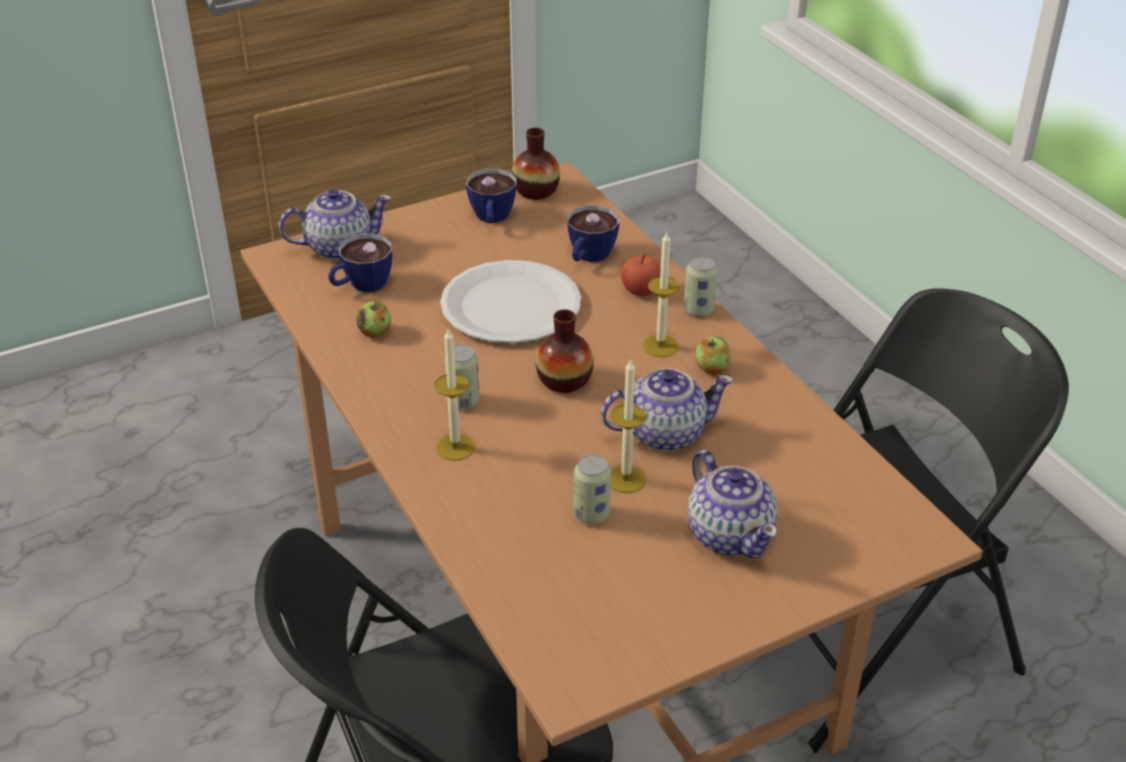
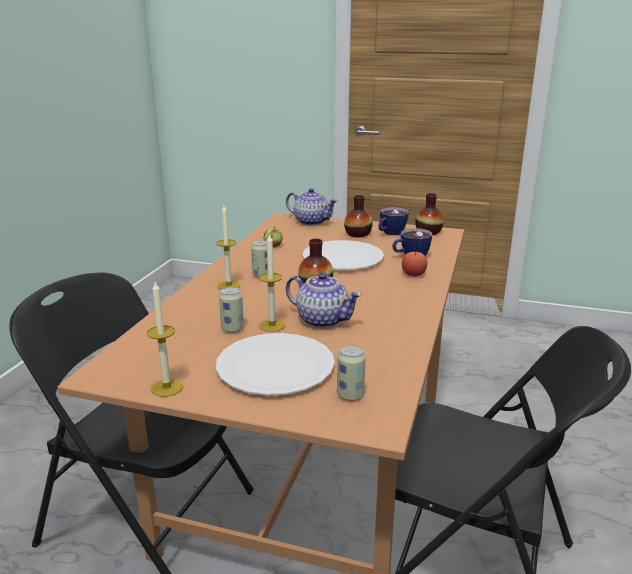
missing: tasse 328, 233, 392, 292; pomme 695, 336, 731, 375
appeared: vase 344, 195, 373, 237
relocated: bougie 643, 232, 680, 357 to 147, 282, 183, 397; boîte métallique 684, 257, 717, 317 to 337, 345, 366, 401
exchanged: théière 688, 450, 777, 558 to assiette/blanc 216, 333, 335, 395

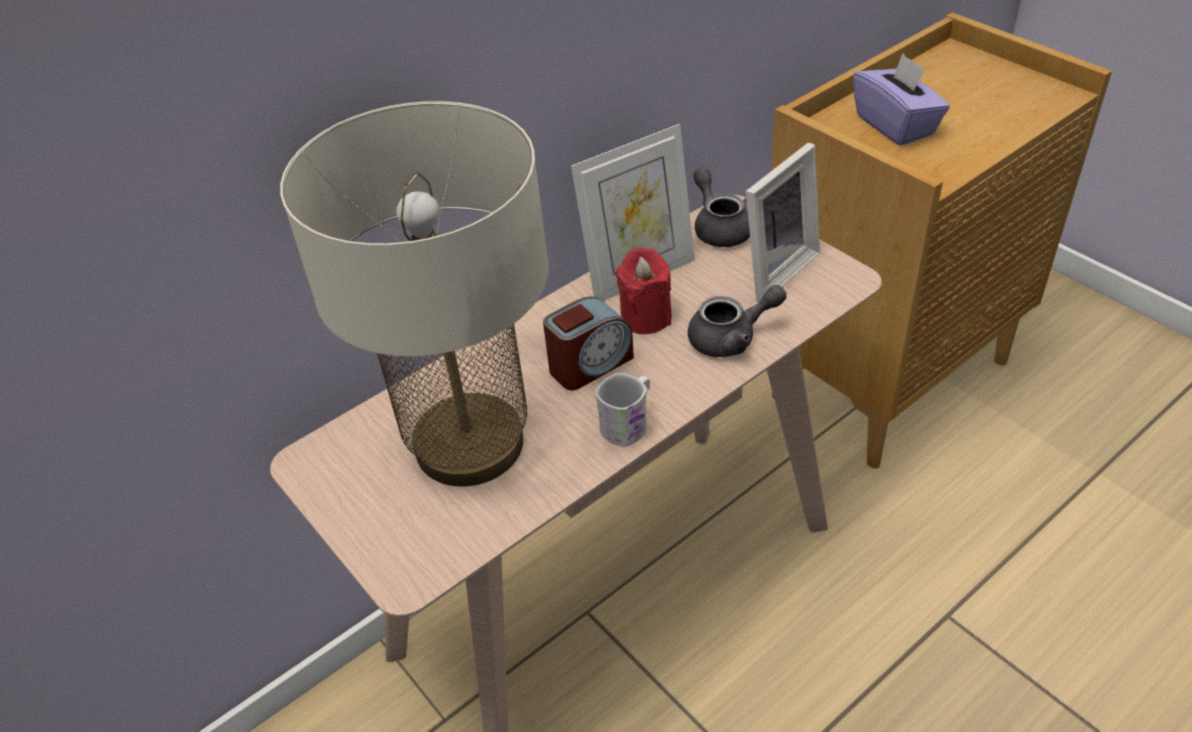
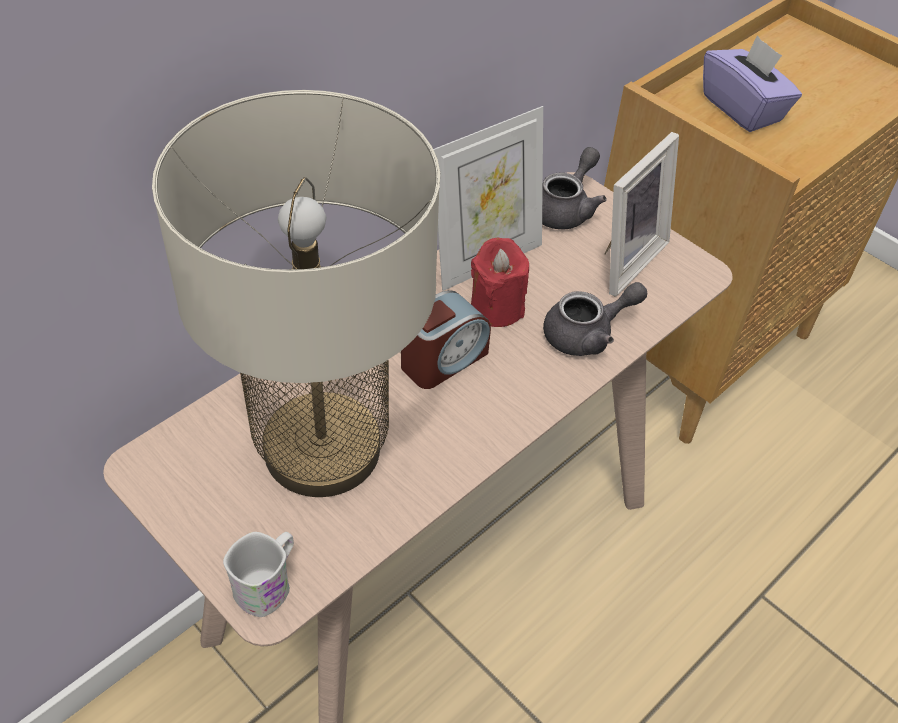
relocated: mug/blanc 595, 373, 650, 447 to 223, 532, 294, 617
spun: théière/gris 693, 167, 750, 247 = 542, 147, 607, 230 60 degrees clockwise

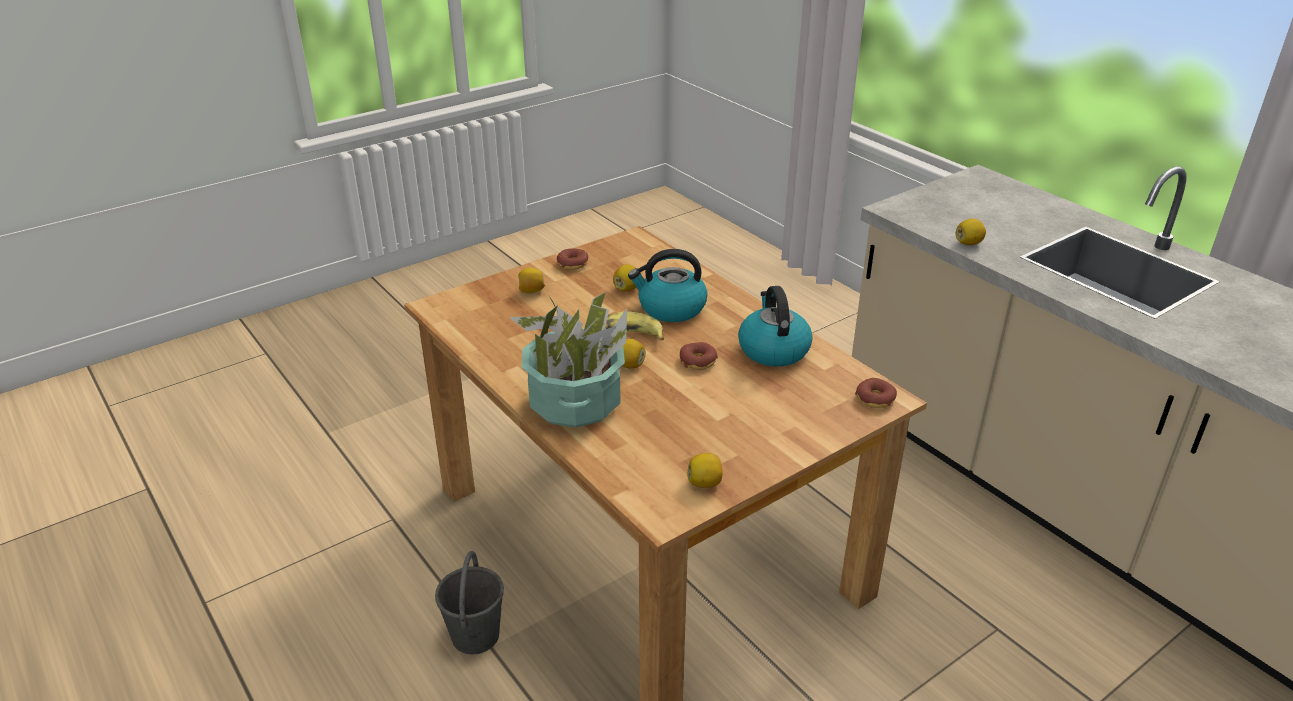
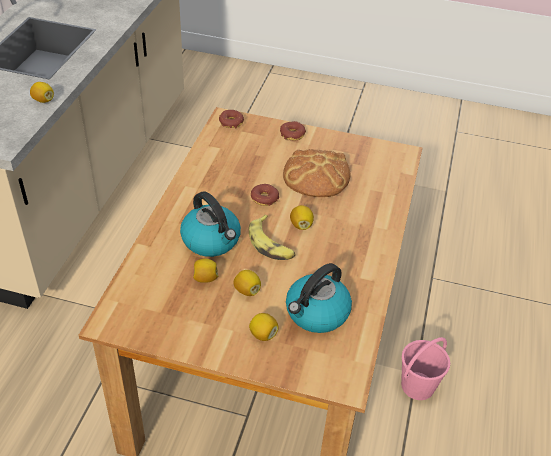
missing: plante en pot 509, 291, 627, 427
appeared: pain 283, 149, 350, 197
relocated: beignet 557, 248, 588, 270 to 280, 121, 306, 141; citron 687, 453, 723, 488 to 233, 270, 261, 296; bouilloire 738, 286, 813, 367 to 286, 263, 352, 333
colour: seau/gris 435, 551, 504, 655 to seau/rose 401, 337, 450, 400

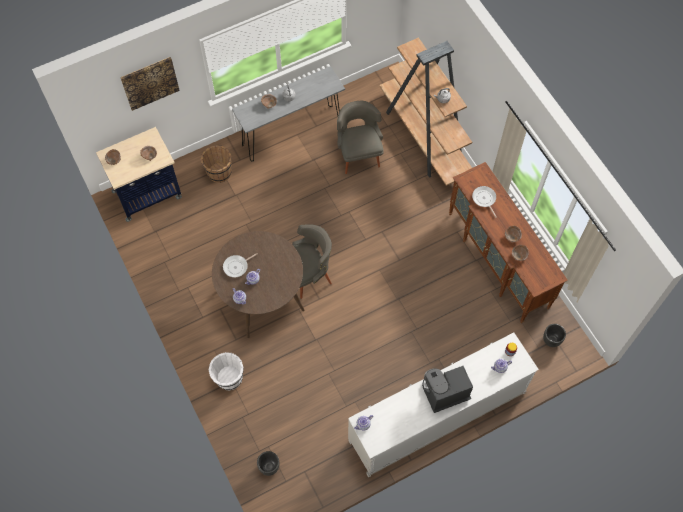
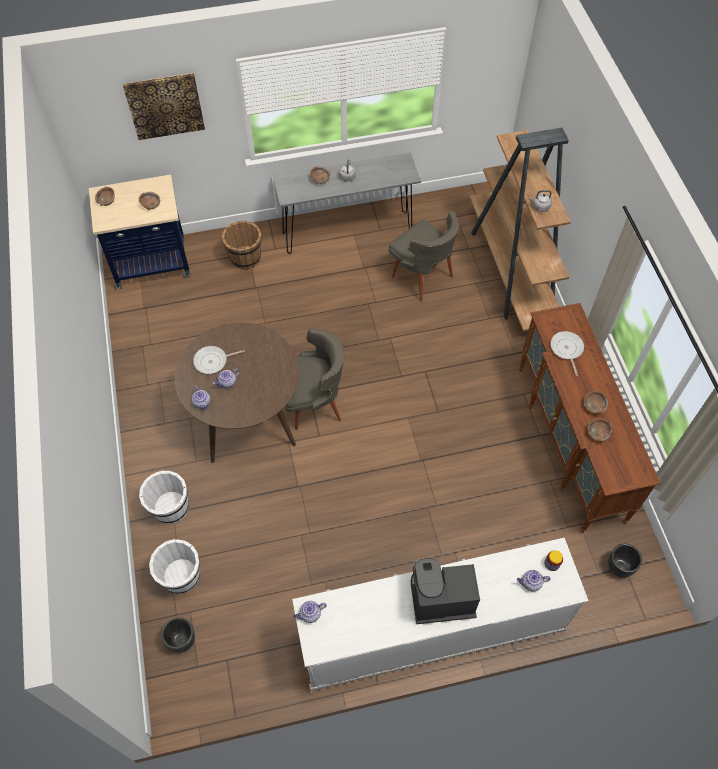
appeared: seau/blanc 149, 539, 200, 594
spun: chaise/gris 337, 101, 384, 174 = 388, 210, 460, 302 135 degrees clockwise

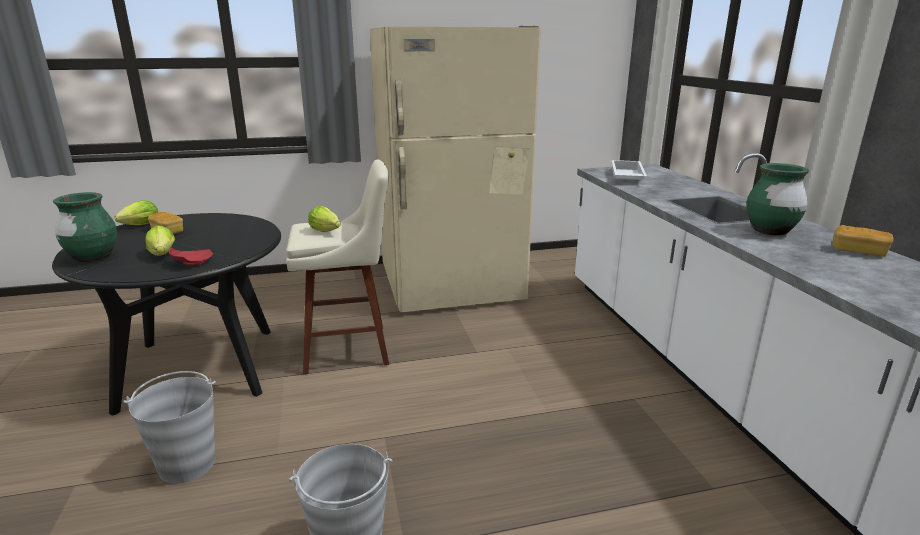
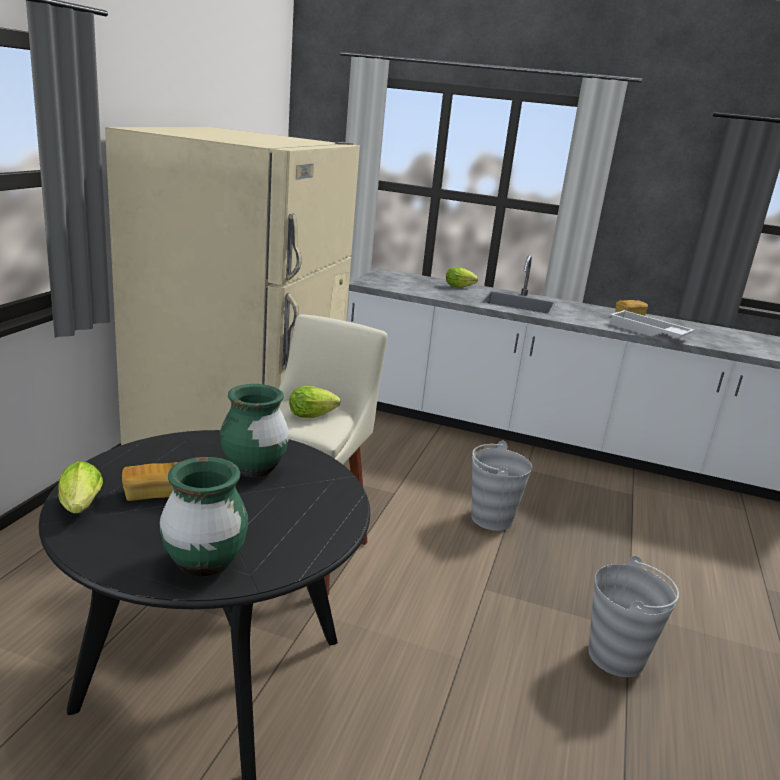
missing: assiette/rouge 169, 248, 213, 266
relocated: seau/gris 123, 371, 216, 484 to 471, 441, 532, 531; laitue 145, 225, 175, 256 to 446, 267, 478, 288; plateau/blanc 612, 160, 647, 180 to 610, 310, 695, 337; vase/vert 747, 163, 809, 236 to 220, 384, 289, 477

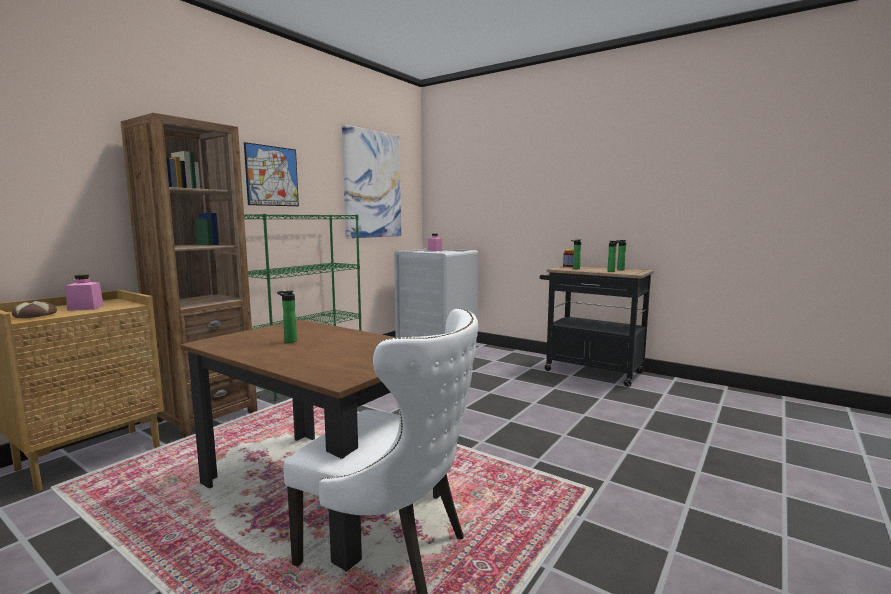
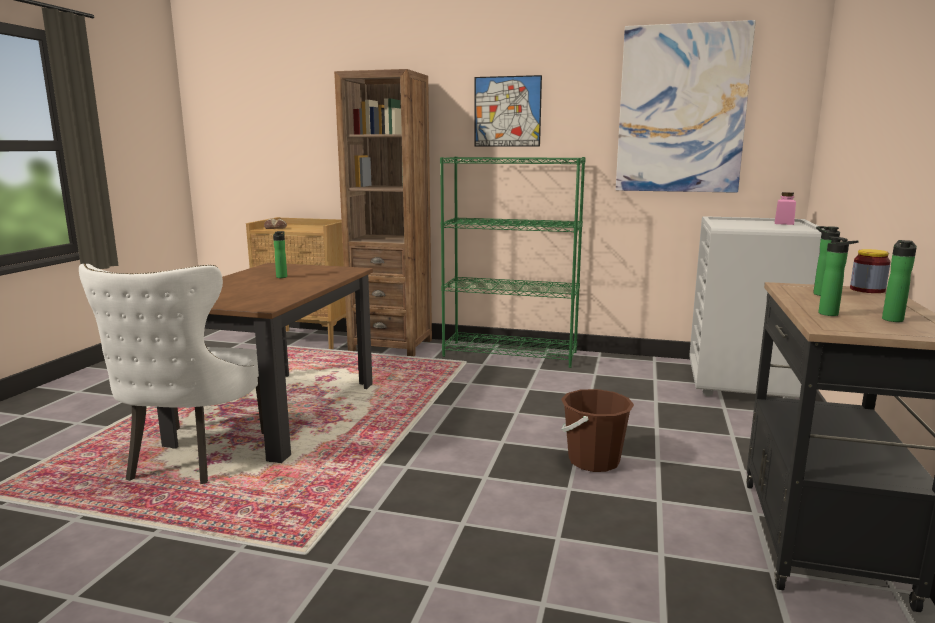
missing: bocal/rose 65, 274, 104, 311
appeared: seau/marron 561, 389, 634, 472

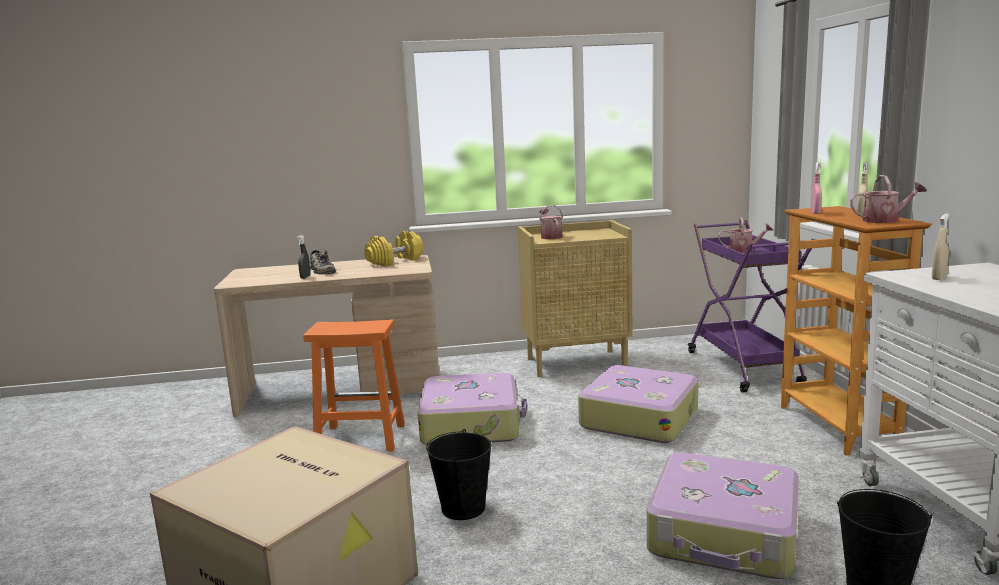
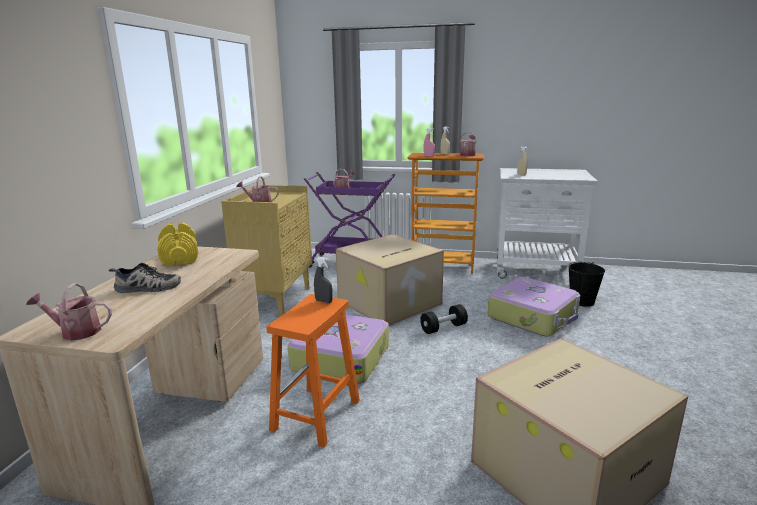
missing: seau/noir 426, 429, 492, 520
appeared: arrosoir 26, 283, 112, 340; haltère/noir 420, 304, 468, 334
relocated: vaporisateur/gris 297, 235, 311, 279 to 314, 257, 333, 303
exchanged: valise 578, 365, 698, 443 to carton 336, 234, 444, 325

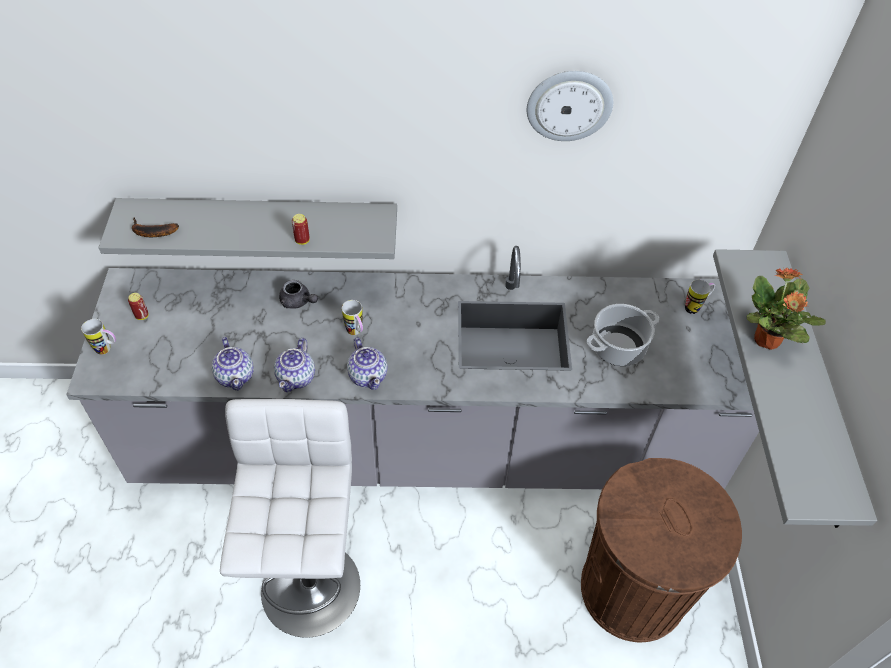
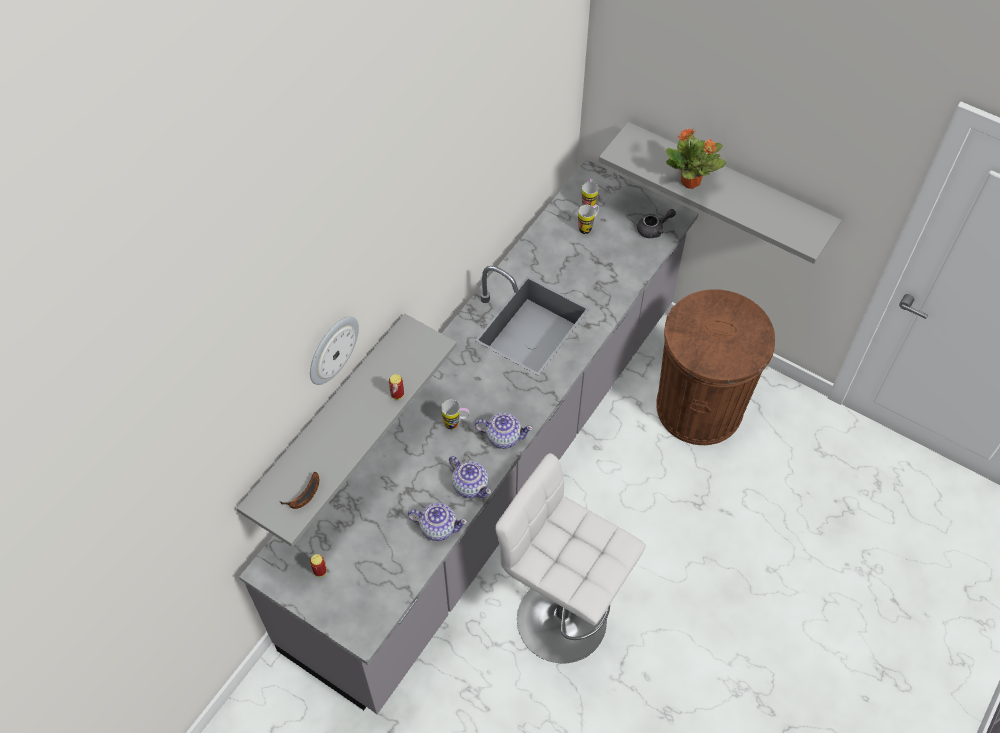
missing: marmite 587, 304, 659, 366
relocated: mug 81, 319, 116, 355 to 578, 205, 599, 234; théière/gris 279, 280, 318, 309 to 637, 209, 676, 238; horloge murale 527, 71, 613, 141 to 310, 316, 359, 385

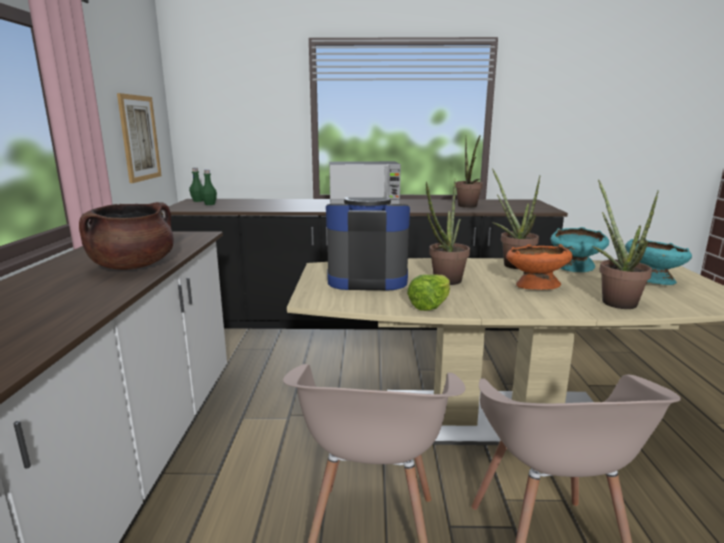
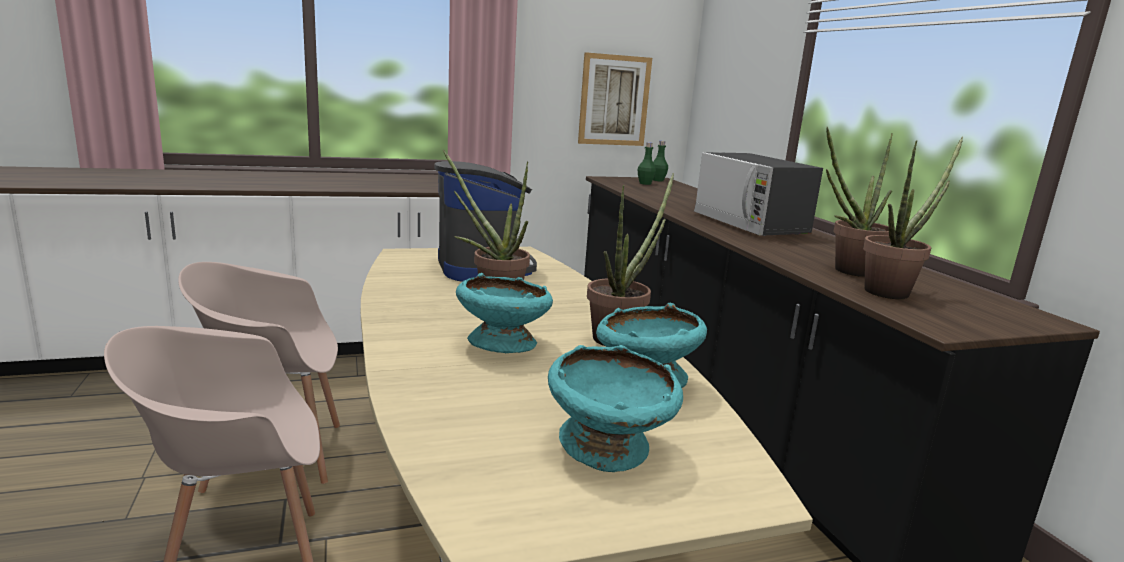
missing: marmite/marron 79, 202, 174, 270; laitue 407, 274, 450, 311
relocated: plante en pot 592, 179, 659, 309 to 863, 136, 963, 299
colour: bol/orange 506, 244, 572, 290 to bol/turquoise 456, 273, 553, 353

